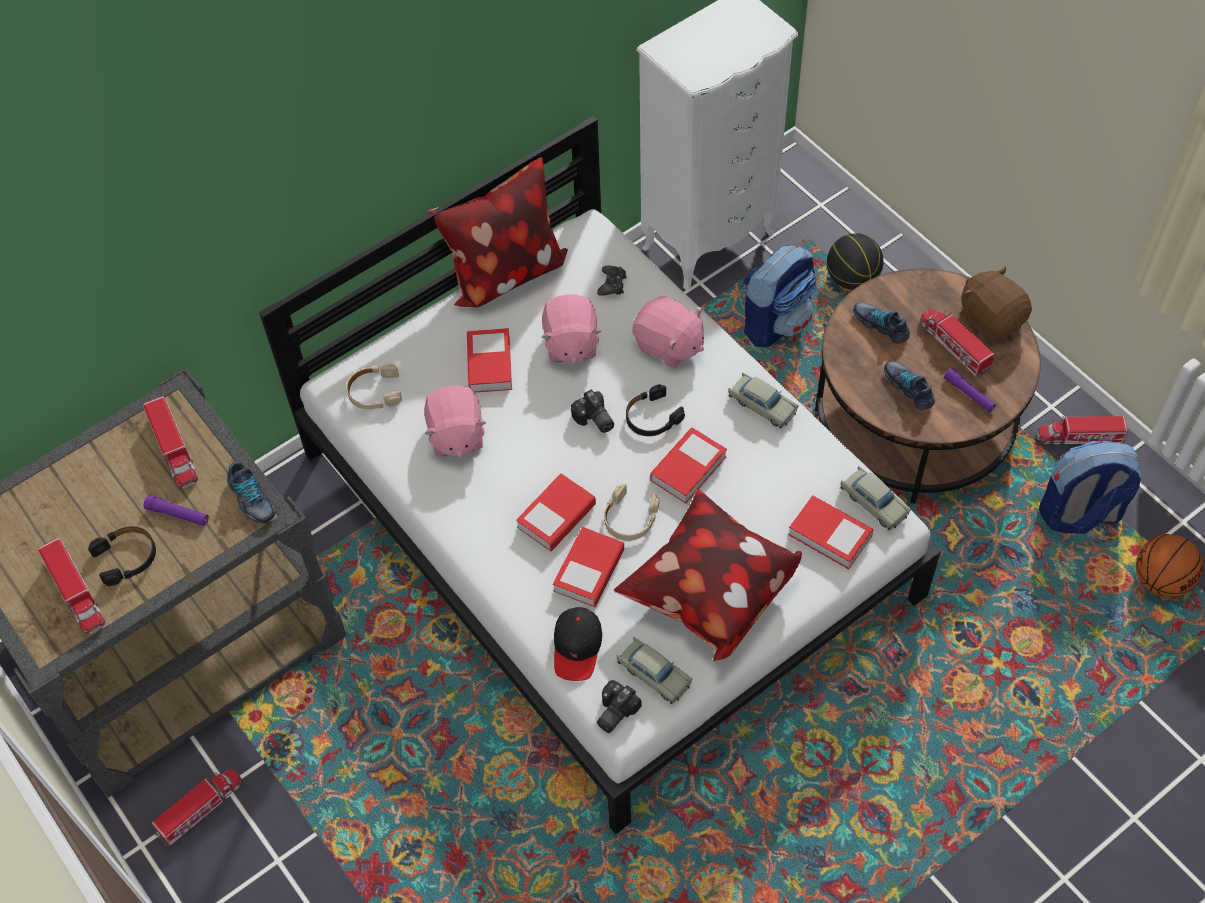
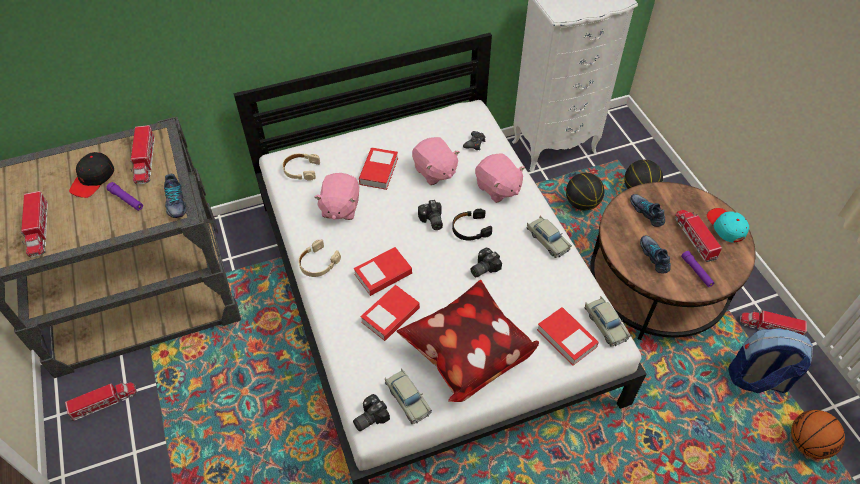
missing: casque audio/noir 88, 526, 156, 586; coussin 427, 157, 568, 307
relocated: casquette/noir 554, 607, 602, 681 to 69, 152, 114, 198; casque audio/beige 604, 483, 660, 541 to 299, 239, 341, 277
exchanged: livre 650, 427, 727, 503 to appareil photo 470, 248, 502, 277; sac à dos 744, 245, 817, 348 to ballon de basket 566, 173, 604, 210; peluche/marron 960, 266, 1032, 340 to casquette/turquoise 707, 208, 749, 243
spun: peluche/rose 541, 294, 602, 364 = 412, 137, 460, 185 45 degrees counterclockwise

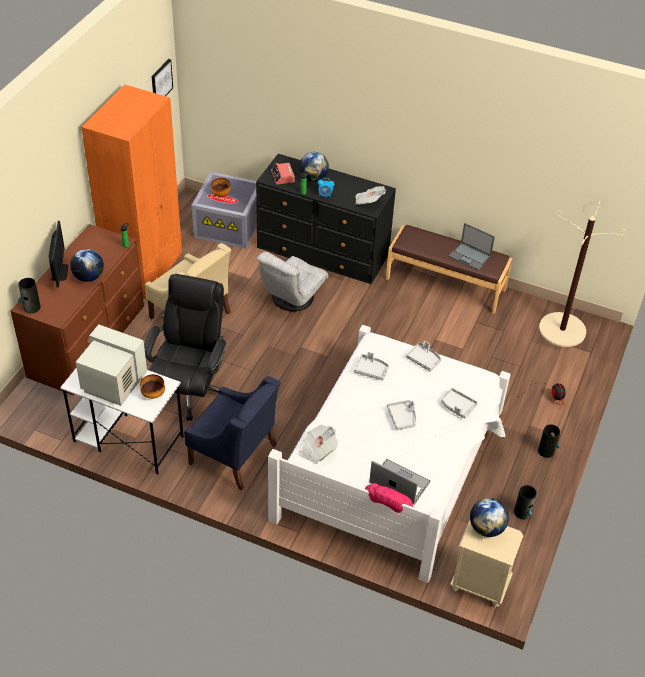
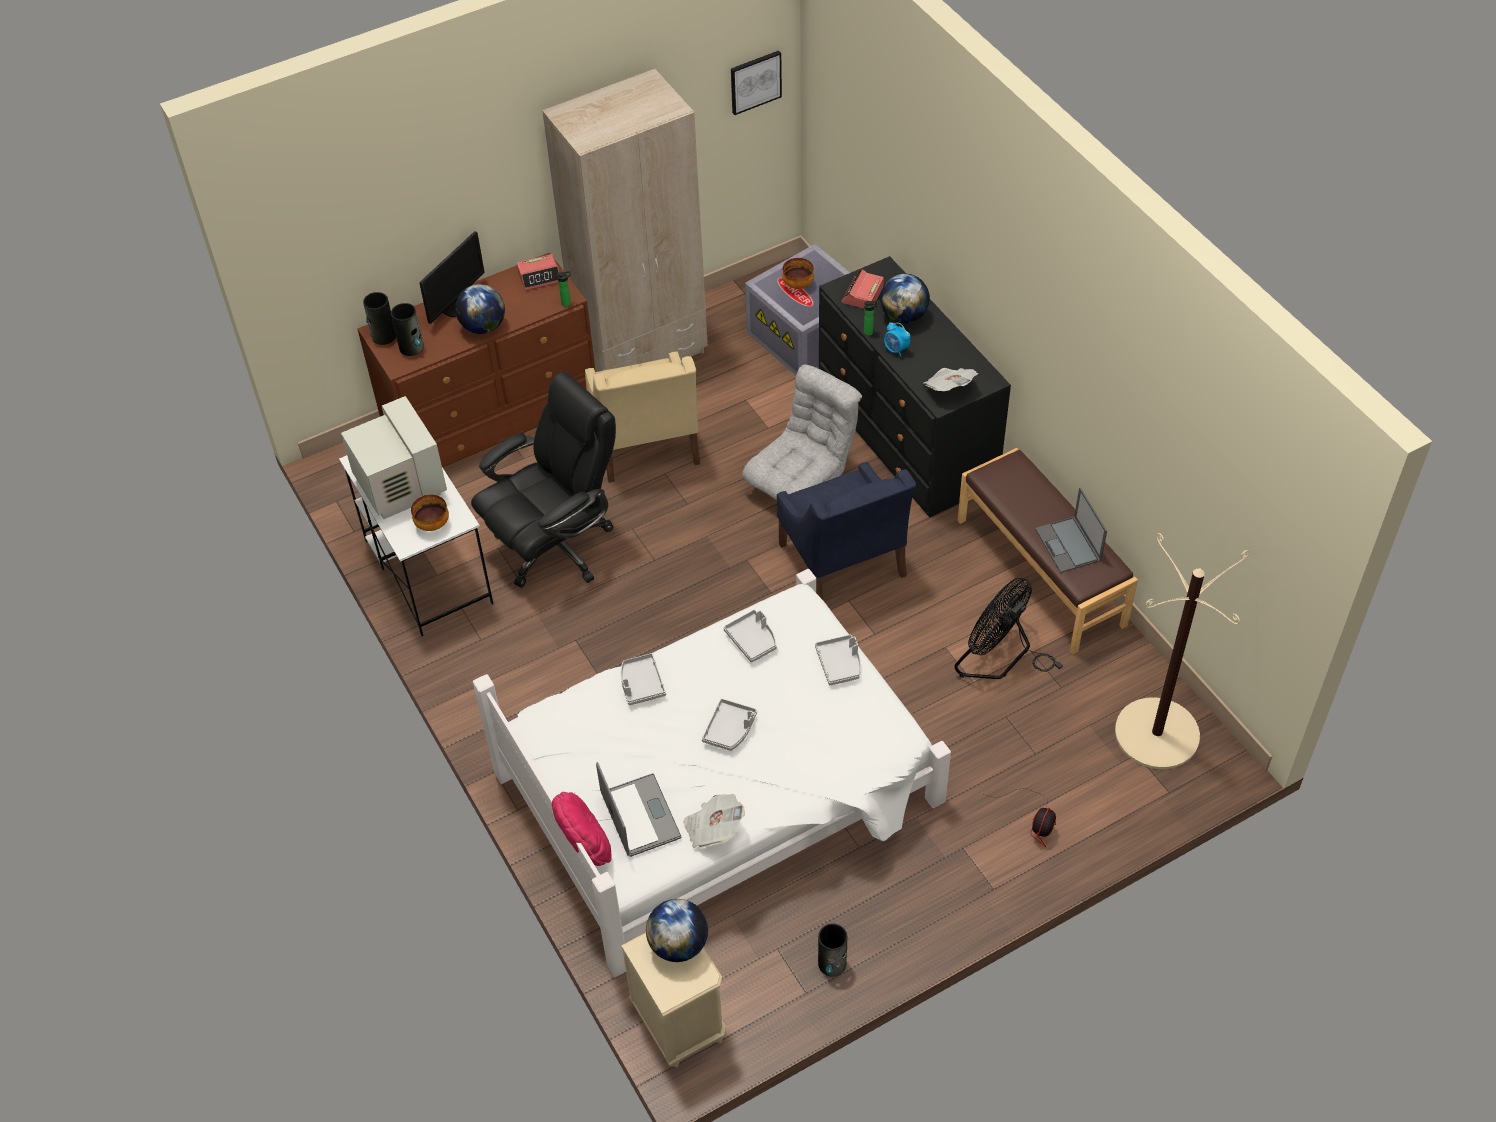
appeared: réveil 517, 254, 559, 290; ventilateur/noir 955, 578, 1063, 679
relocated: fauteuil/bleu 184, 376, 281, 490 to 777, 462, 916, 600; journal 299, 424, 338, 464 to 683, 794, 745, 848; plateau/gris 441, 388, 478, 419 to 620, 653, 666, 705; vase 538, 424, 560, 458 to 391, 303, 424, 356
colour: armoire/orange 81, 85, 182, 299 to armoire/beige 542, 69, 708, 372
spun: fauteuil/gris 257, 252, 328, 311 = 742, 365, 862, 501 150 degrees clockwise

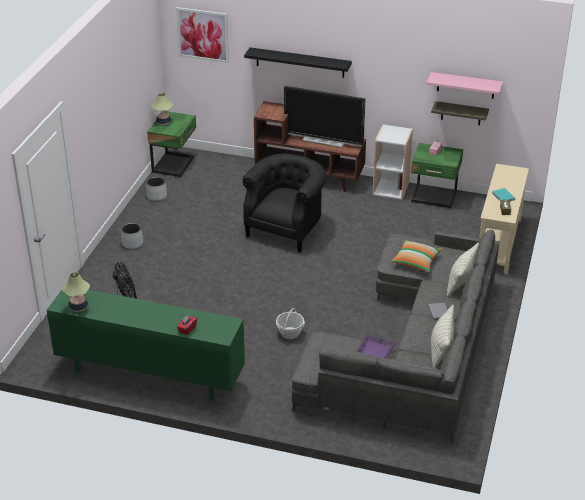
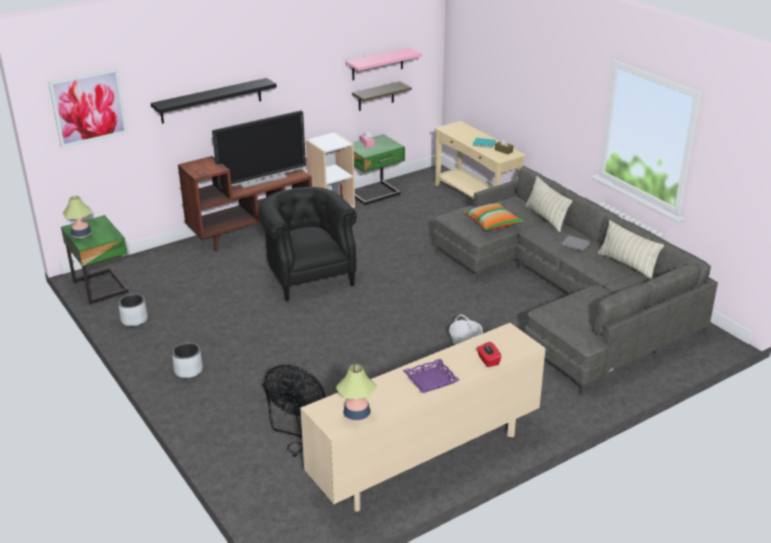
relocated: plateau/violet 356, 335, 396, 359 to 403, 359, 460, 393
colour: meuble de rangement/vert 47, 290, 245, 401 to meuble de rangement/beige 300, 323, 546, 512

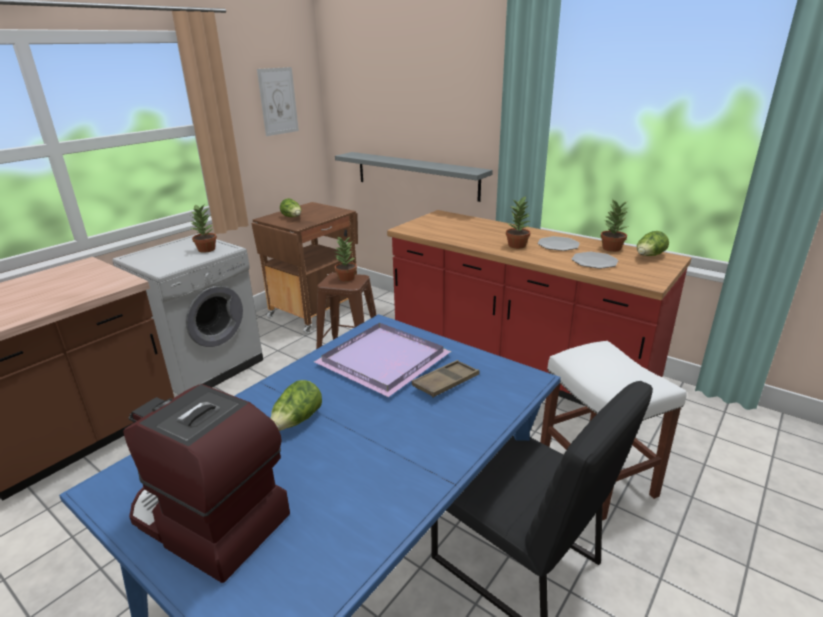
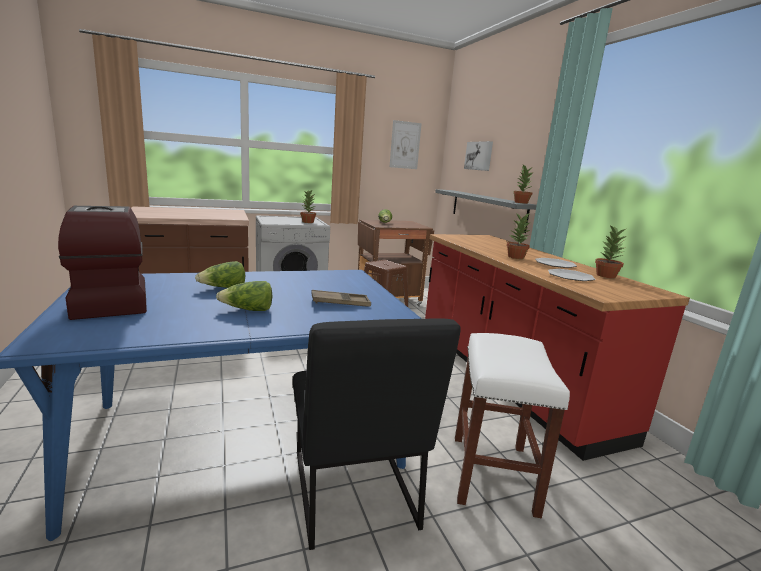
missing: plateau/violet 314, 323, 451, 397
appeared: tableau 464, 141, 493, 171
relocated: plante en pot 335, 236, 357, 282 to 513, 165, 534, 204; laitue 637, 231, 669, 256 to 216, 281, 272, 311

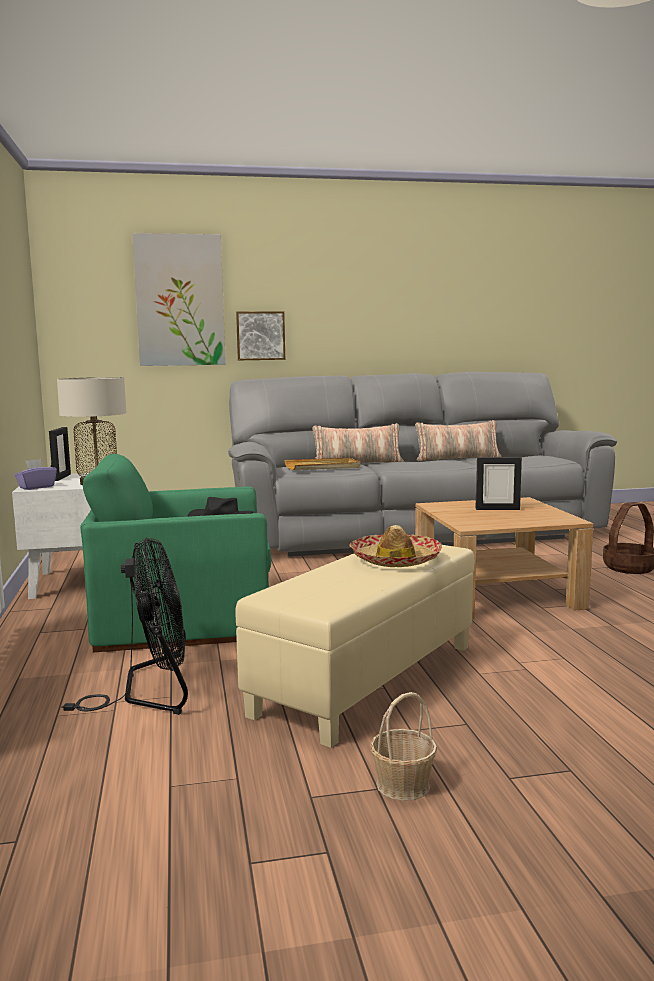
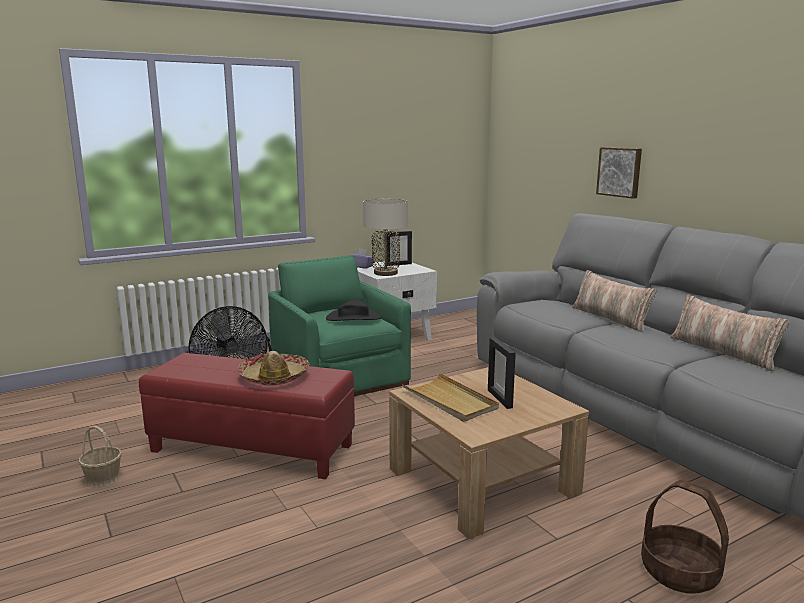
missing: tableau 132, 233, 226, 366
relocated: plateau/beige 284, 458, 360, 470 to 402, 373, 499, 422
colour: pouf/beige 235, 545, 474, 748 to pouf/rouge 139, 353, 355, 479

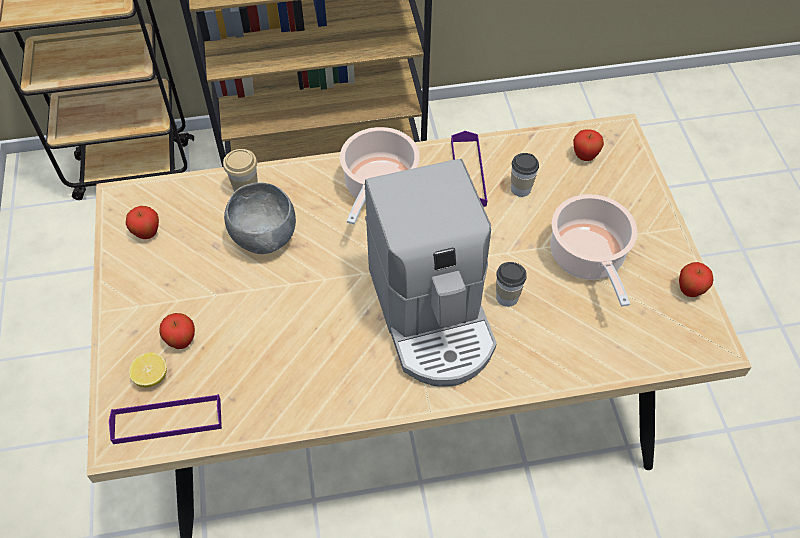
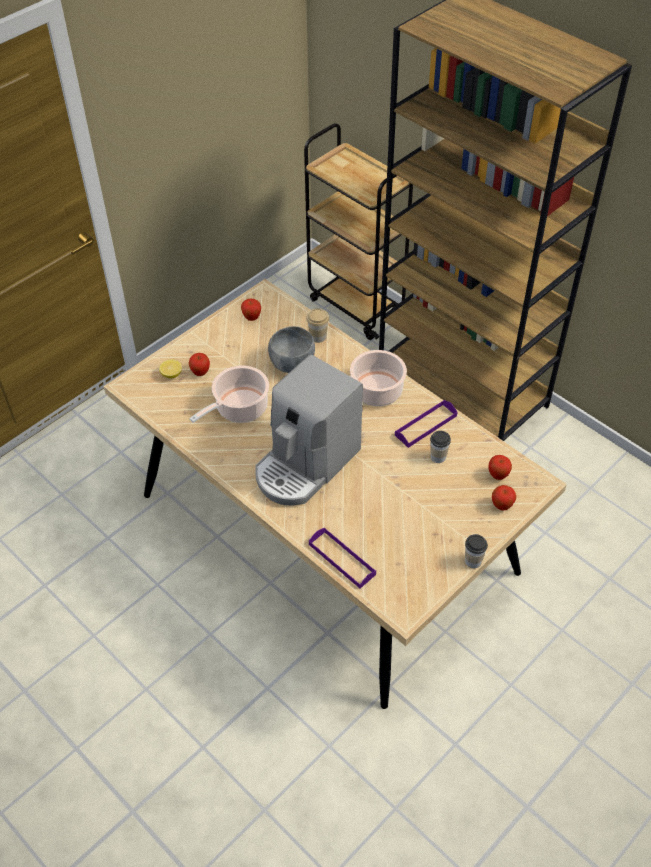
relocated: plateau/violet 109, 394, 222, 444 to 309, 528, 376, 588; tasse 496, 262, 527, 307 to 465, 534, 488, 568; marmite 551, 194, 637, 307 to 189, 365, 269, 423; pomme 679, 262, 713, 297 to 492, 485, 516, 510

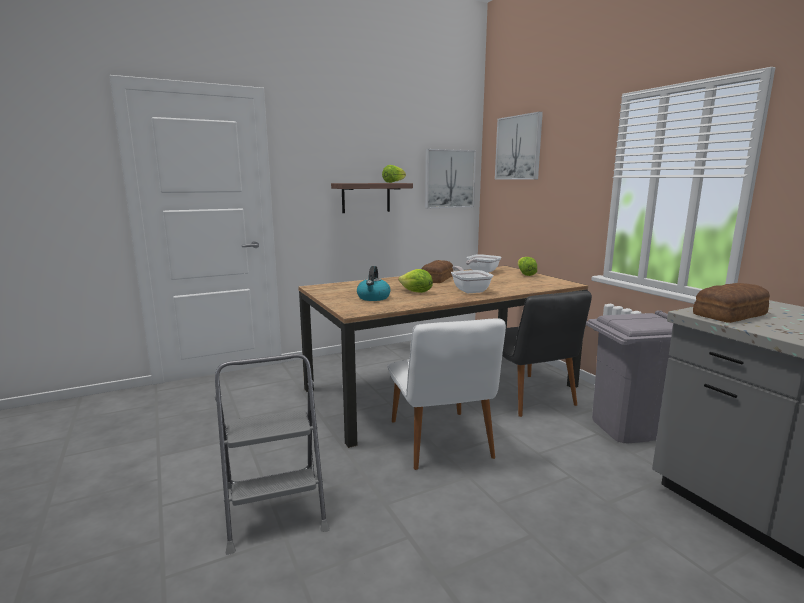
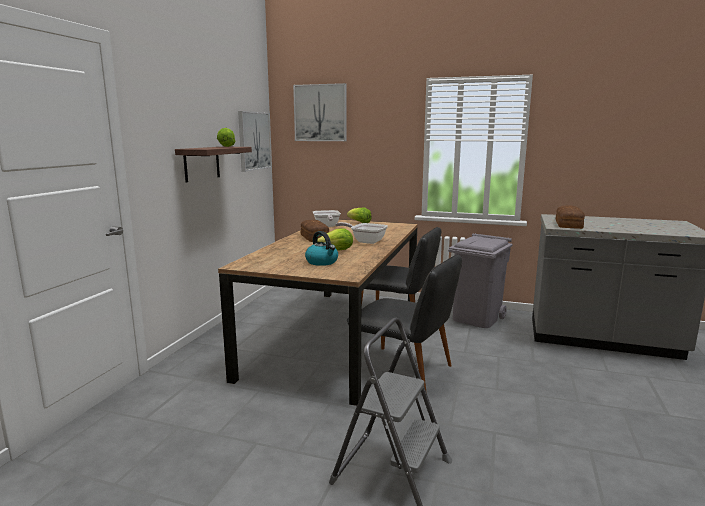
colour: chaise/blanc 387, 318, 506, 470 to chaise/noir 347, 255, 462, 390

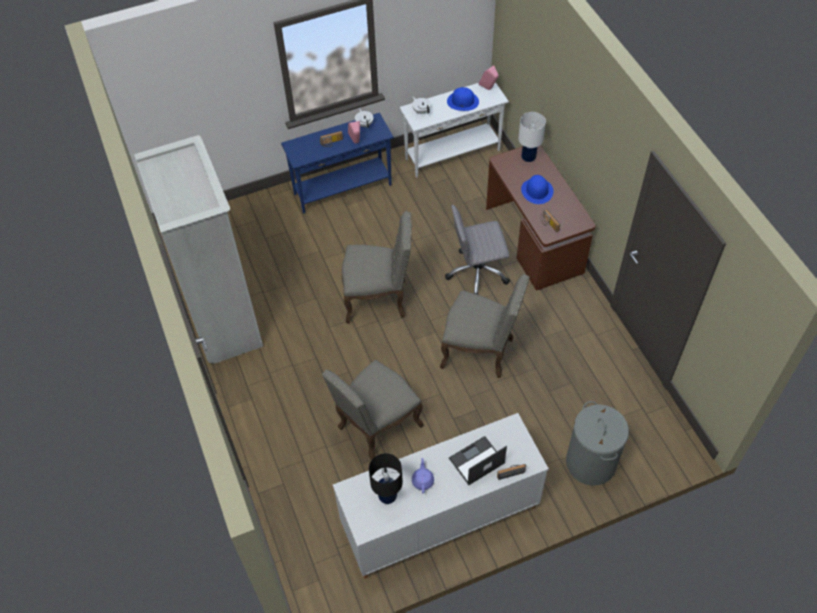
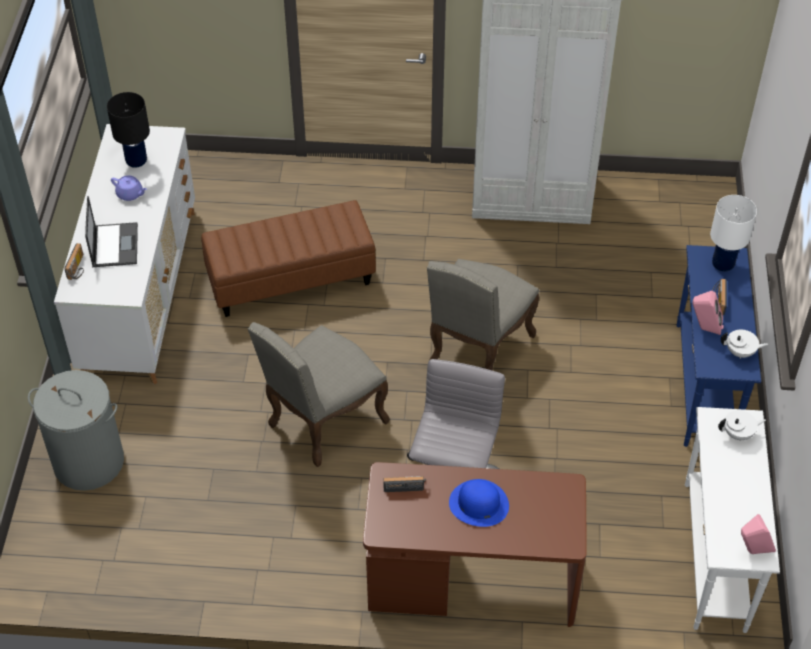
missing: chapeau/bleu 447, 87, 479, 111
relocated: lampe de table/blanc 518, 112, 546, 162 to 710, 195, 757, 272
exchanged: chaise/gris 322, 360, 424, 460 to pouf/marron 201, 200, 376, 317

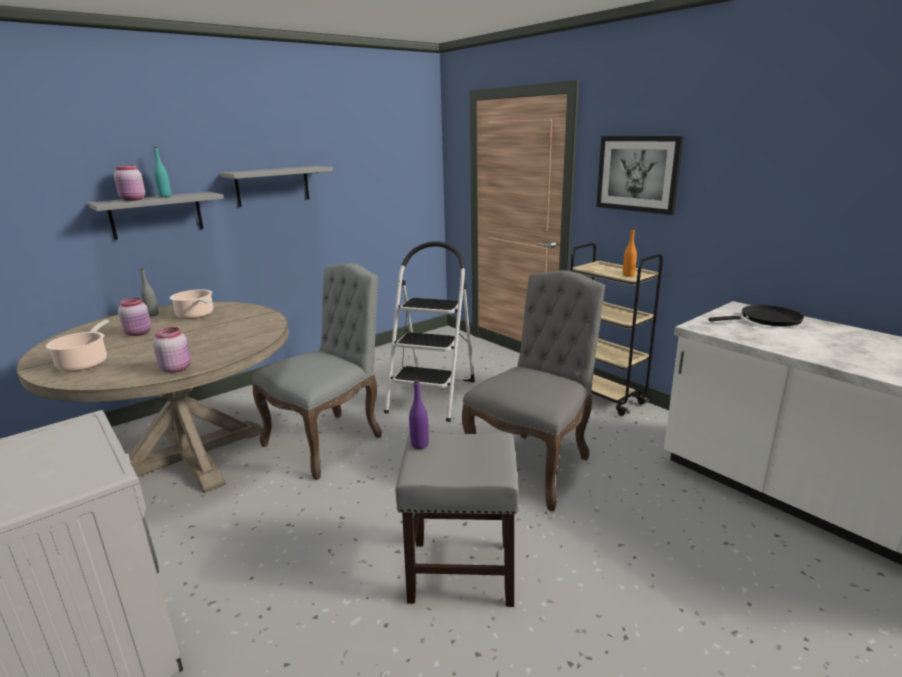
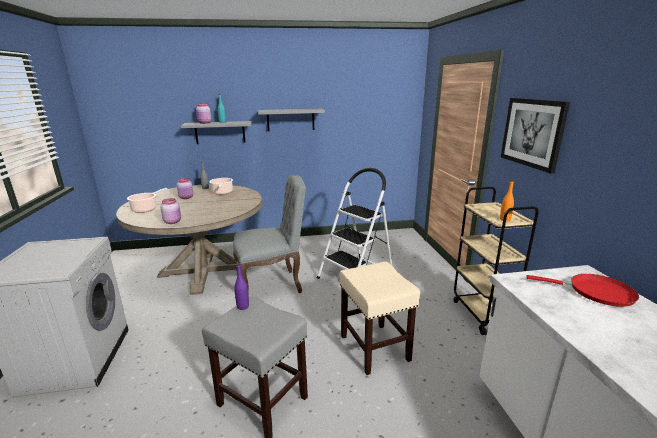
exchanged: chaise/gris 462, 270, 605, 512 to tabouret/beige 339, 261, 420, 375
colour: poêle/noir 708, 305, 804, 327 to poêle/rouge 526, 274, 639, 307

